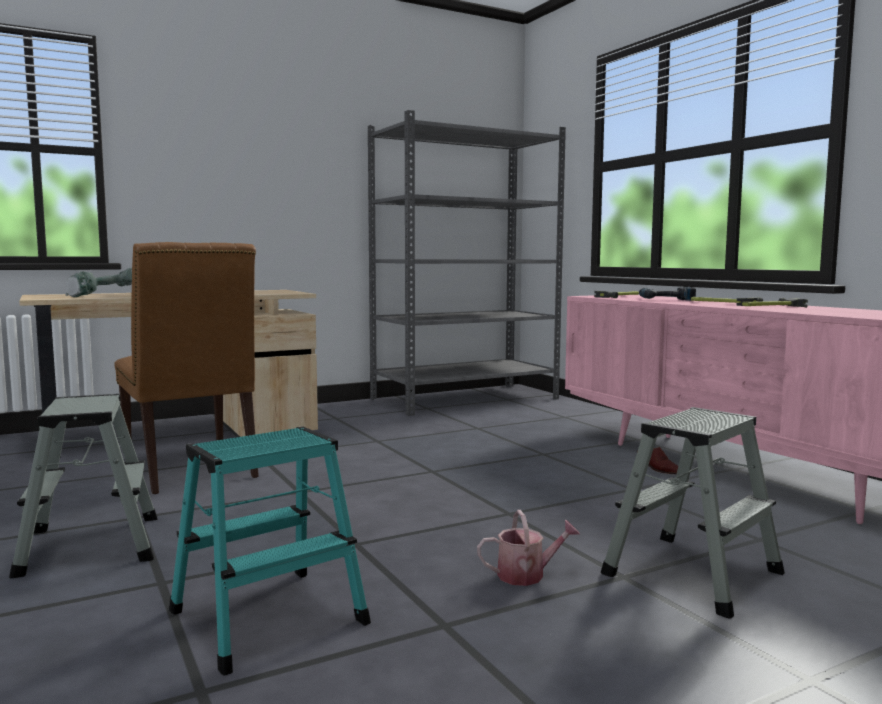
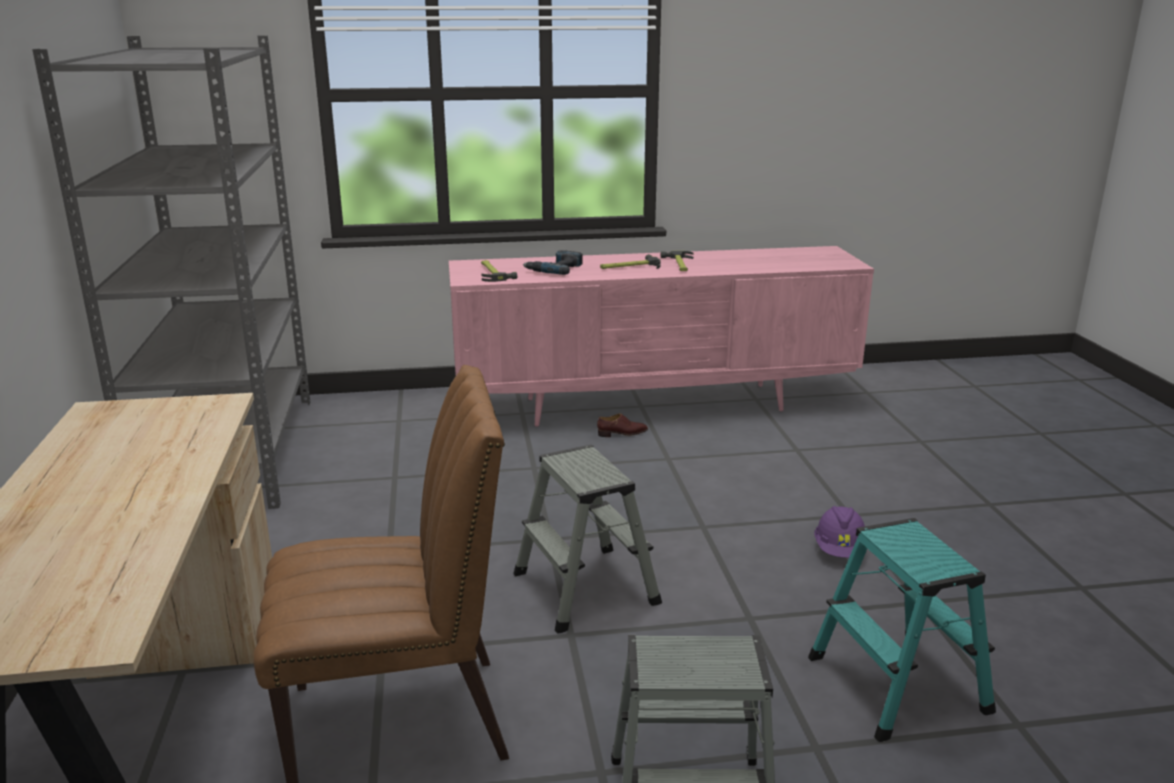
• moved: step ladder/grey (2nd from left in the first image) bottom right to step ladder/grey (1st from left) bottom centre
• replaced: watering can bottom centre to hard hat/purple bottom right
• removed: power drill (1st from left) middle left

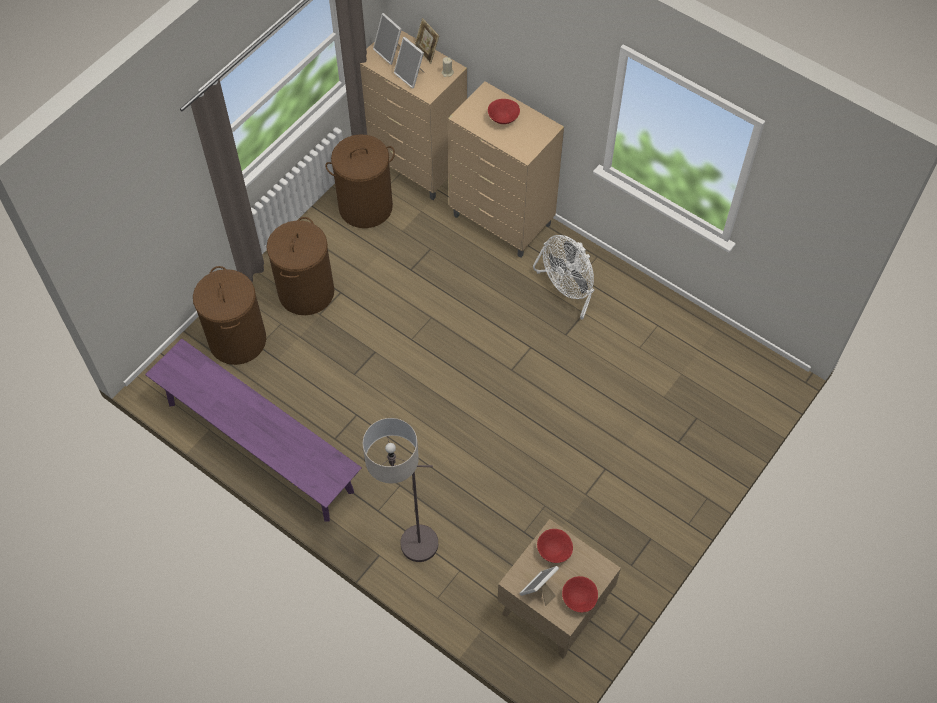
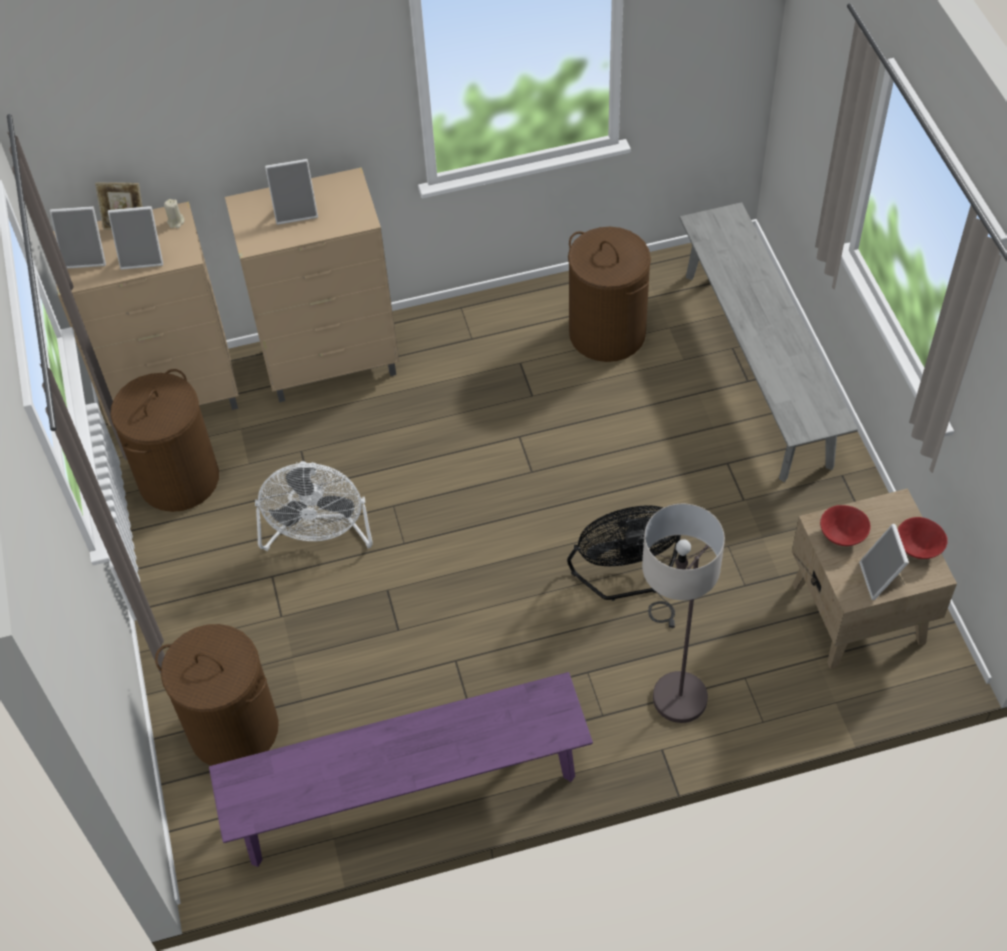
• moved: fan/white centre to middle left
• replaced: bowl/red (1st from left) top centre to picture frame (4th from left) top left
• added: fan/black centre
• moved: laundry basket/brown (2nd from left in the first image) middle left to laundry basket/brown (3rd from left) top centre
• added: bench/grey middle right

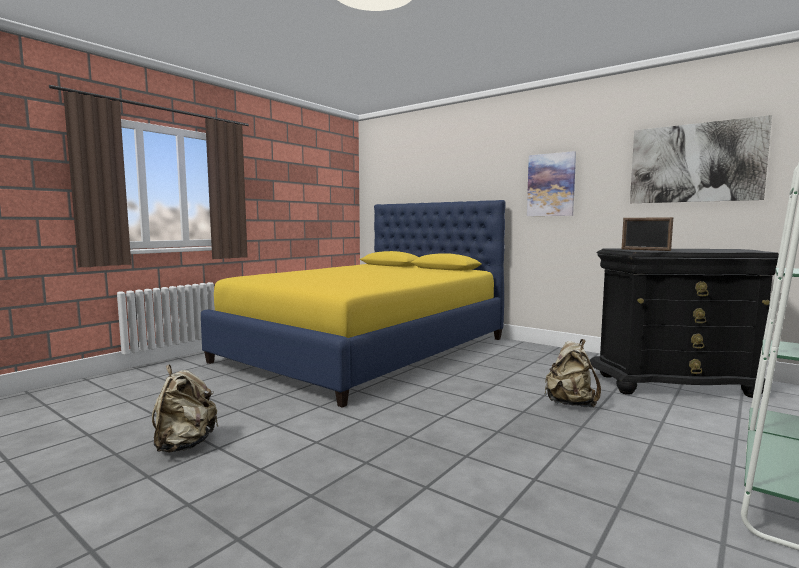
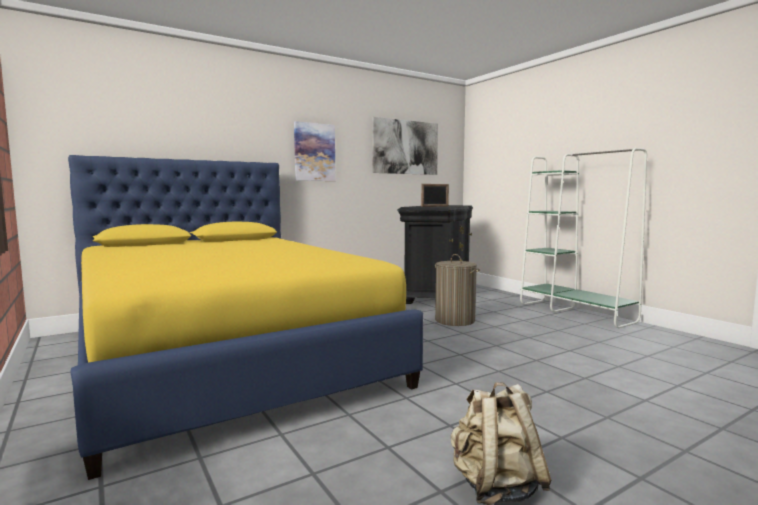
• replaced: backpack/beige (2nd from left) middle right to laundry basket centre

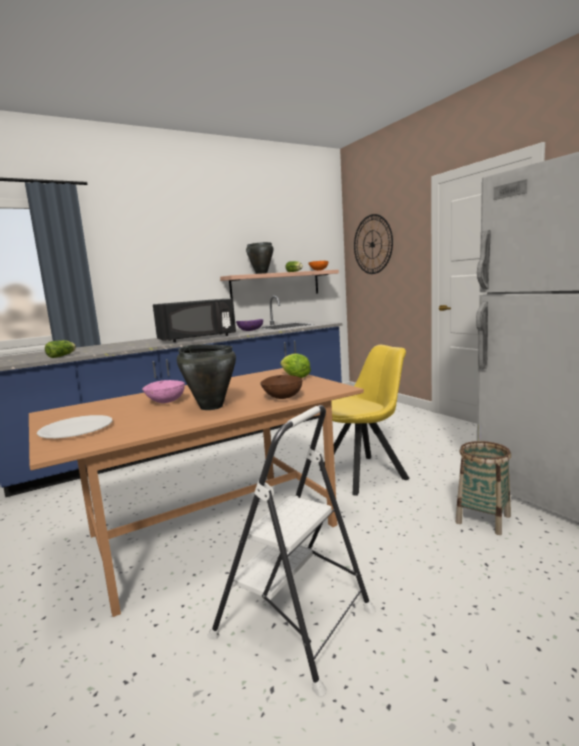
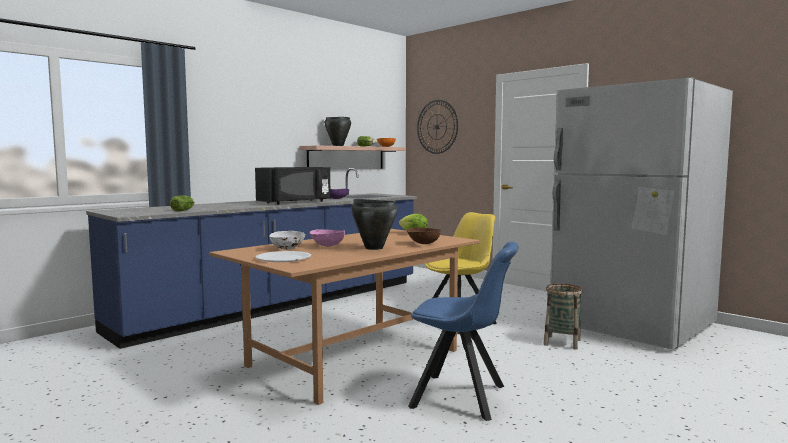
• added: bowl/white centre
• replaced: step ladder/white bottom centre to chair/blue bottom centre

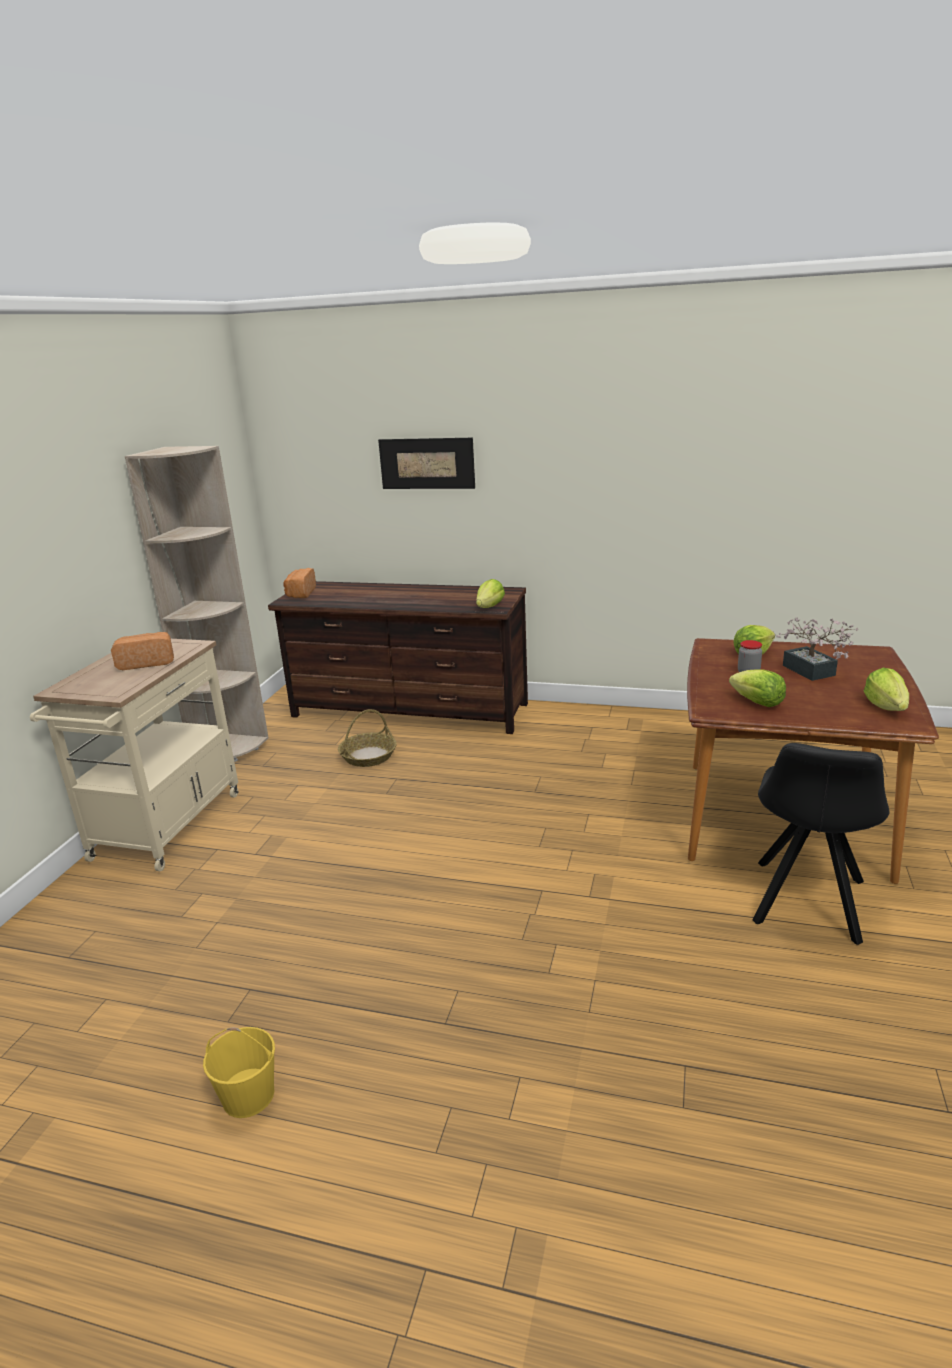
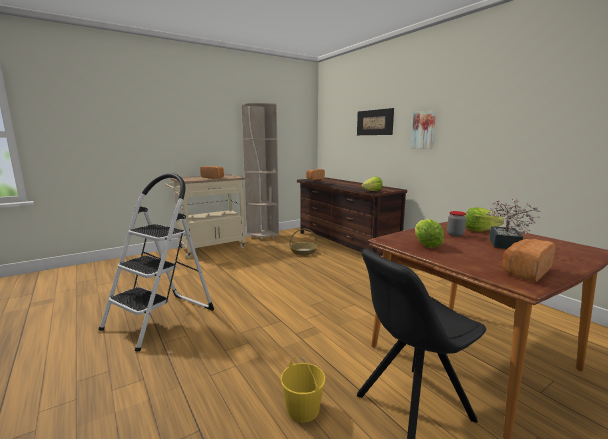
• added: step ladder middle left
• moved: bucket/yellow bottom left to bottom centre
• added: picture (2nd from left) top right
• replaced: lettuce (4th from left) middle right to bread (3rd from left) middle right

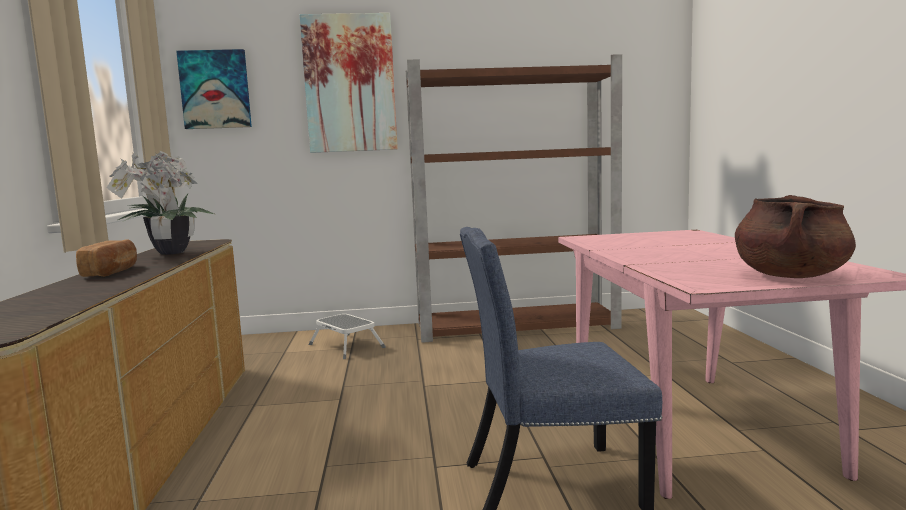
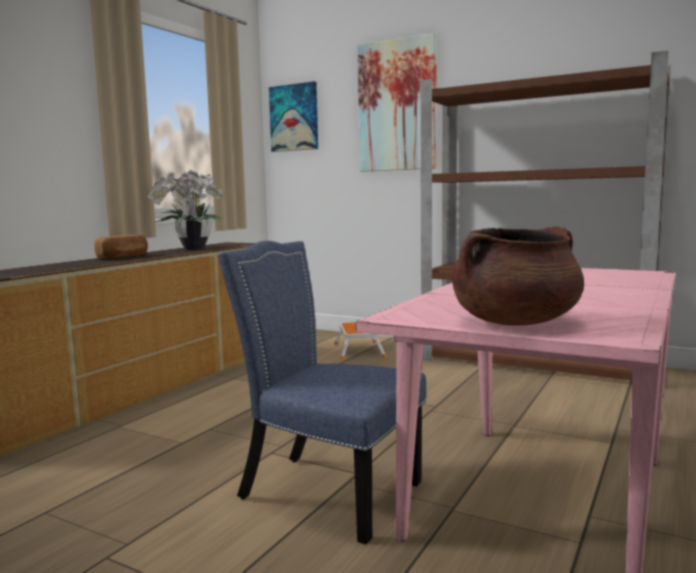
• recoloured: step ladder/grey centre to step ladder/orange centre

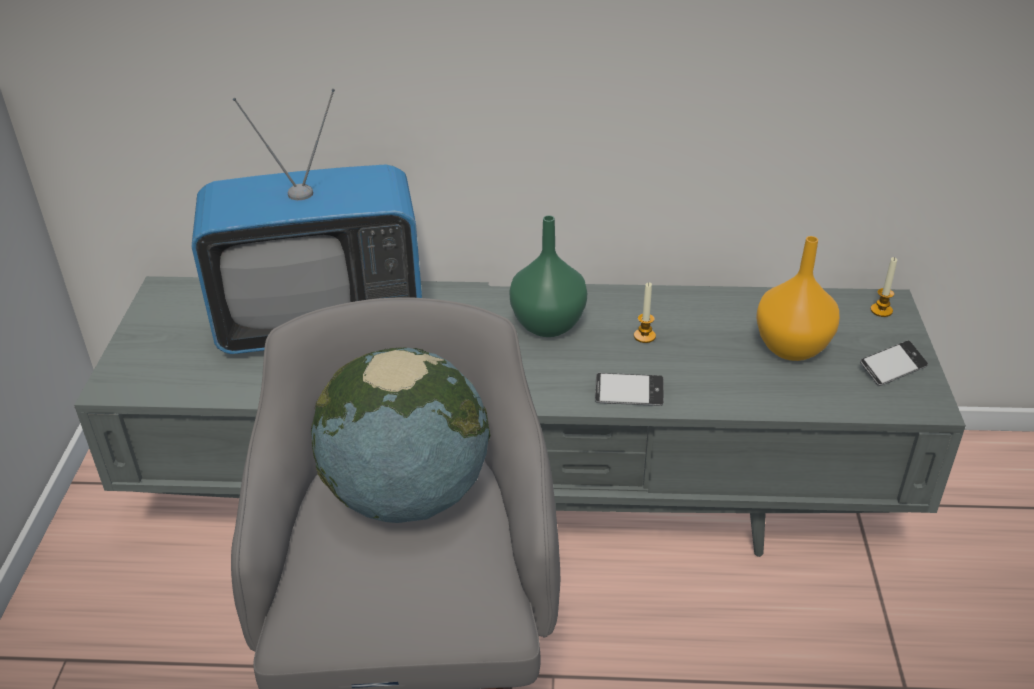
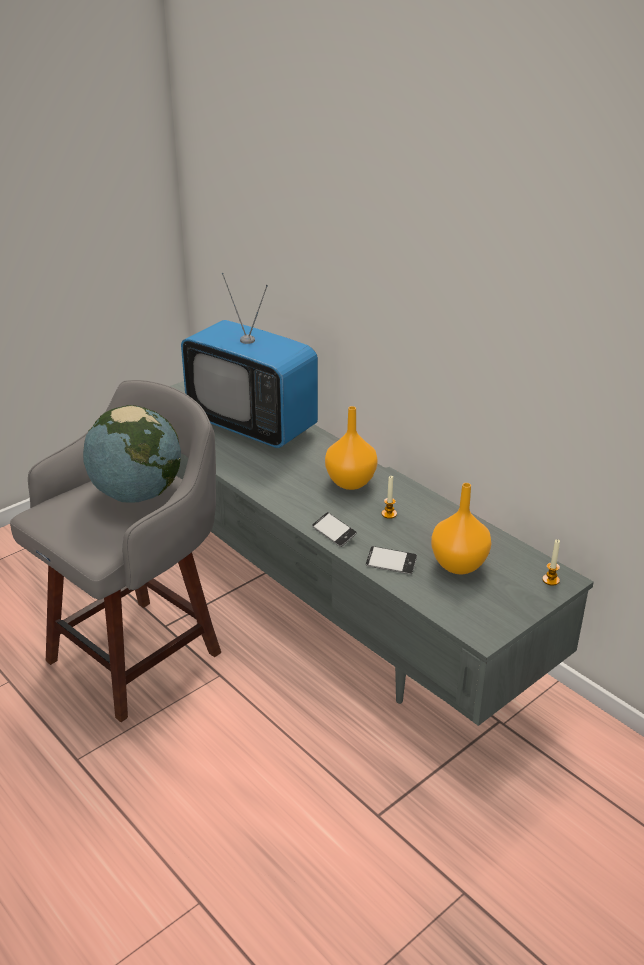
• recoloured: vase/green centre to vase/orange (1st from left) centre
• moved: phone (2nd from left) middle right to centre

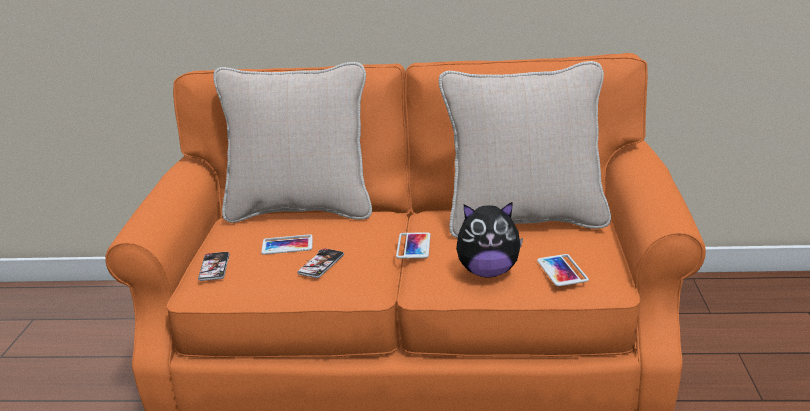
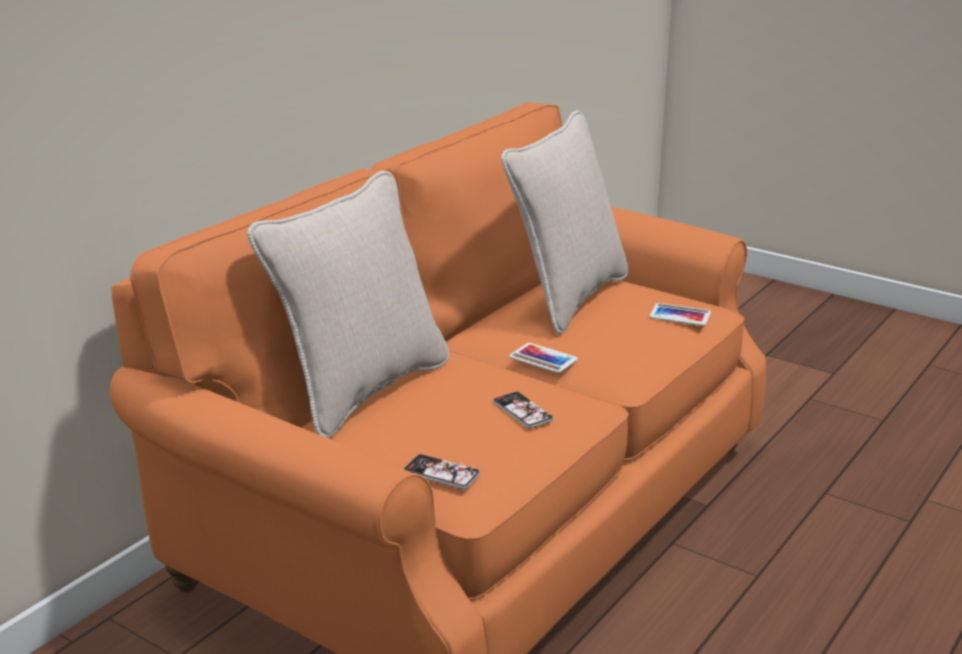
• removed: phone (2nd from left) centre
• removed: plush toy centre

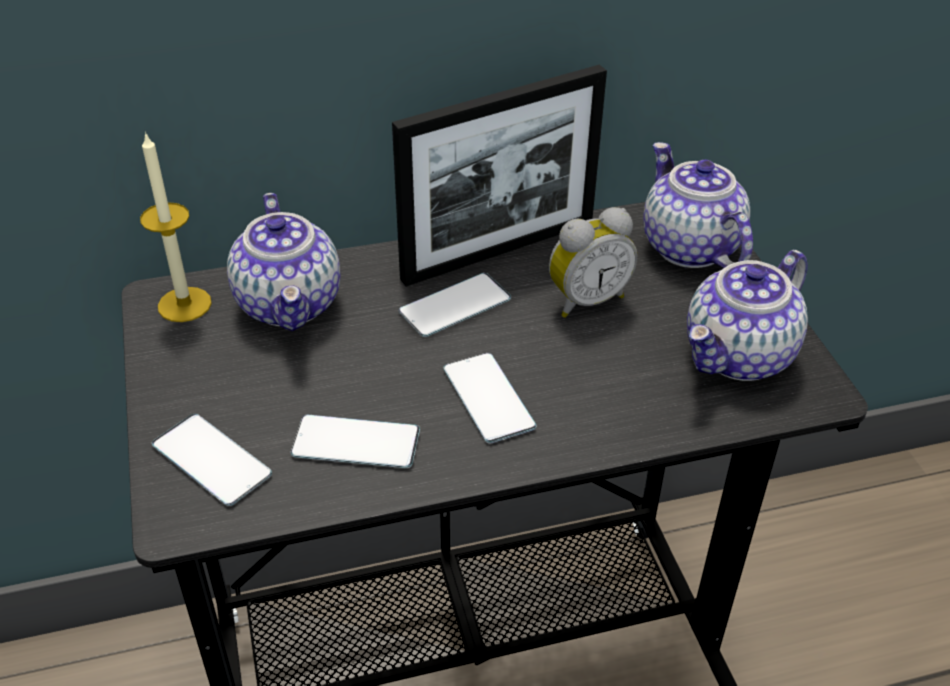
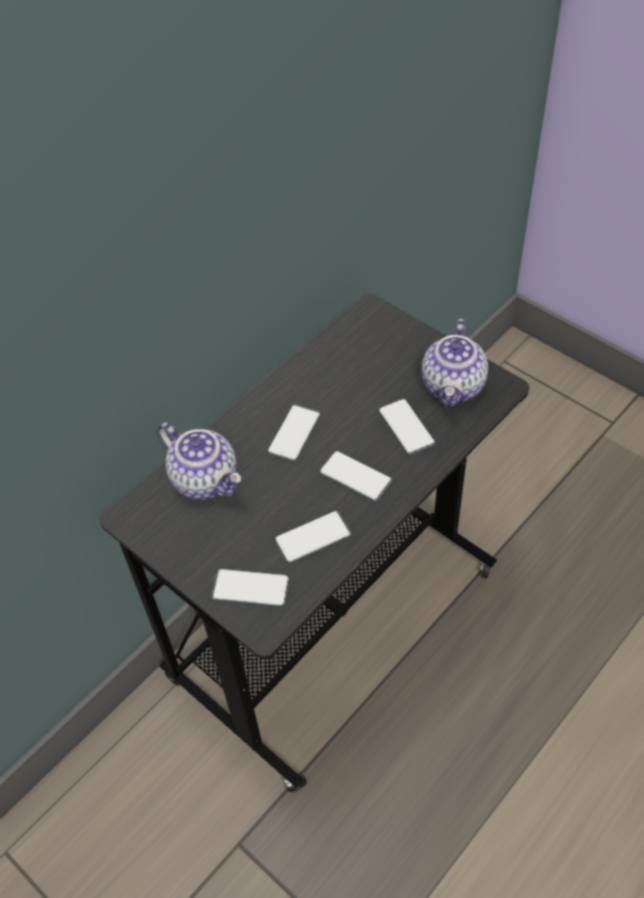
• added: phone (5th from left) centre
• removed: candle top left
• removed: picture frame top centre
• removed: alarm clock centre
• removed: teapot (2nd from left) top right

